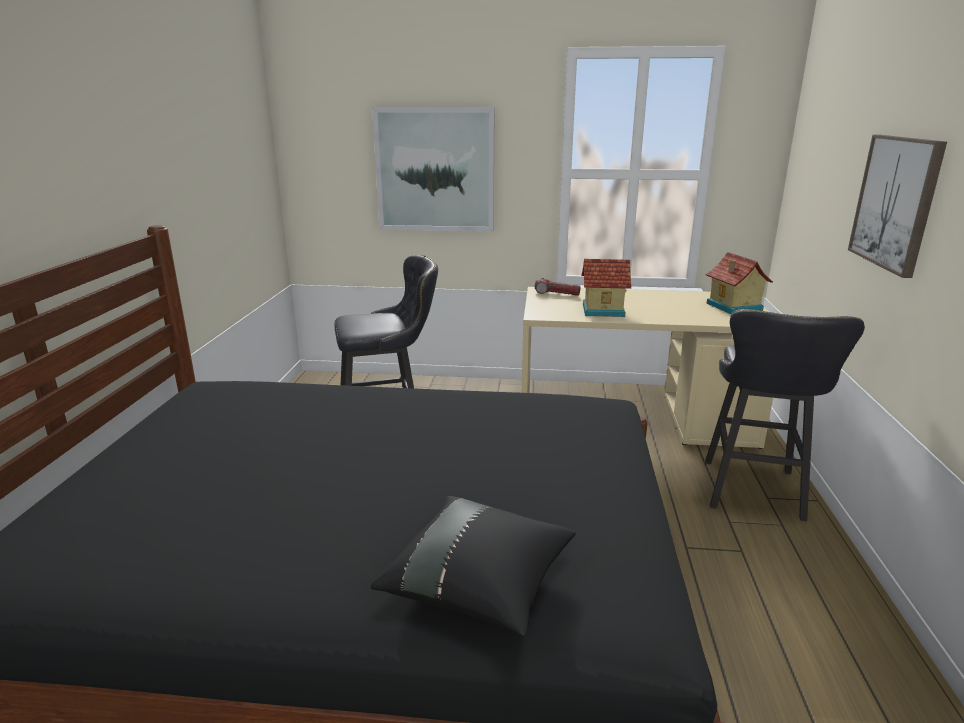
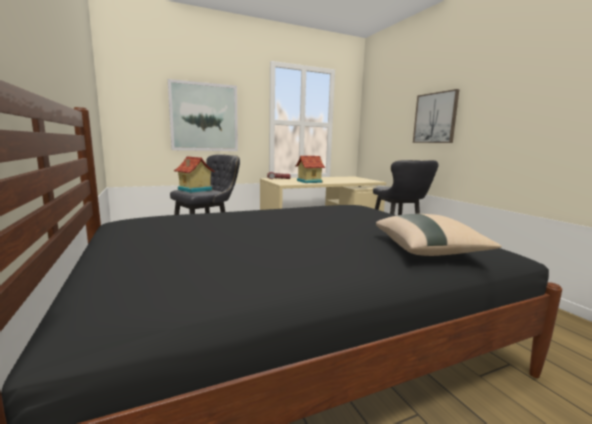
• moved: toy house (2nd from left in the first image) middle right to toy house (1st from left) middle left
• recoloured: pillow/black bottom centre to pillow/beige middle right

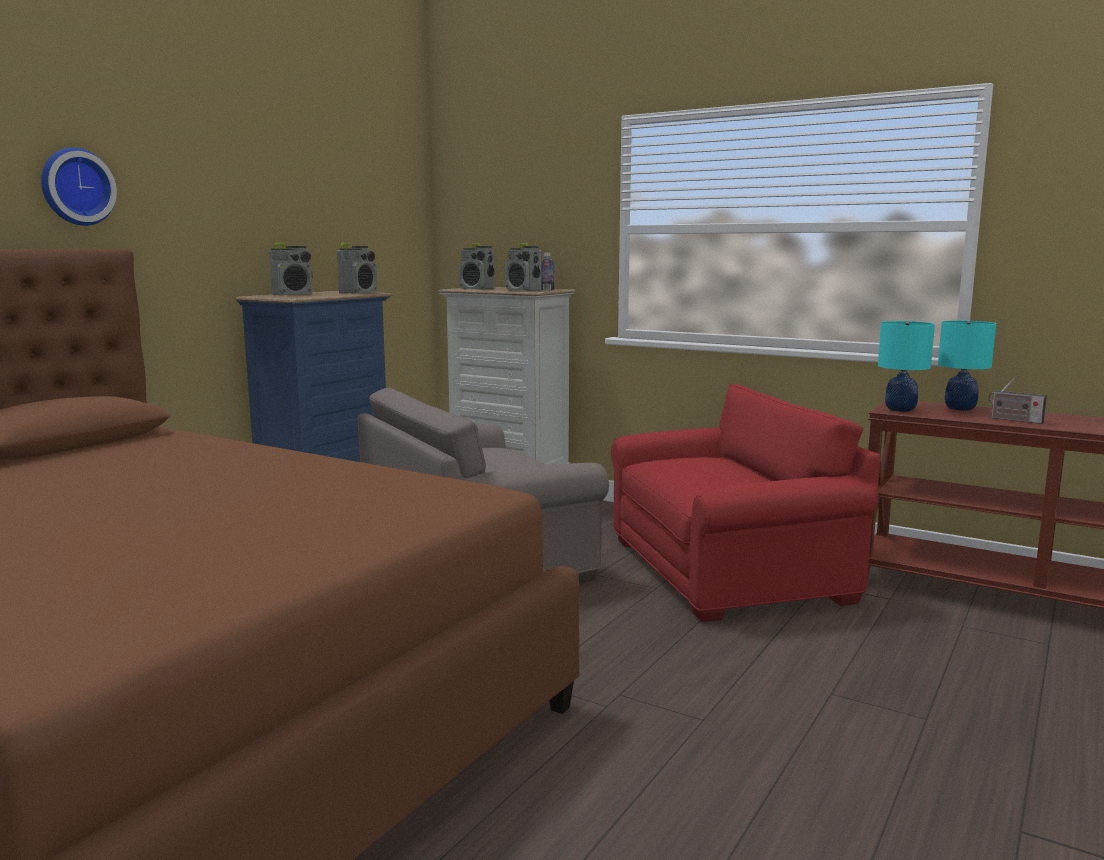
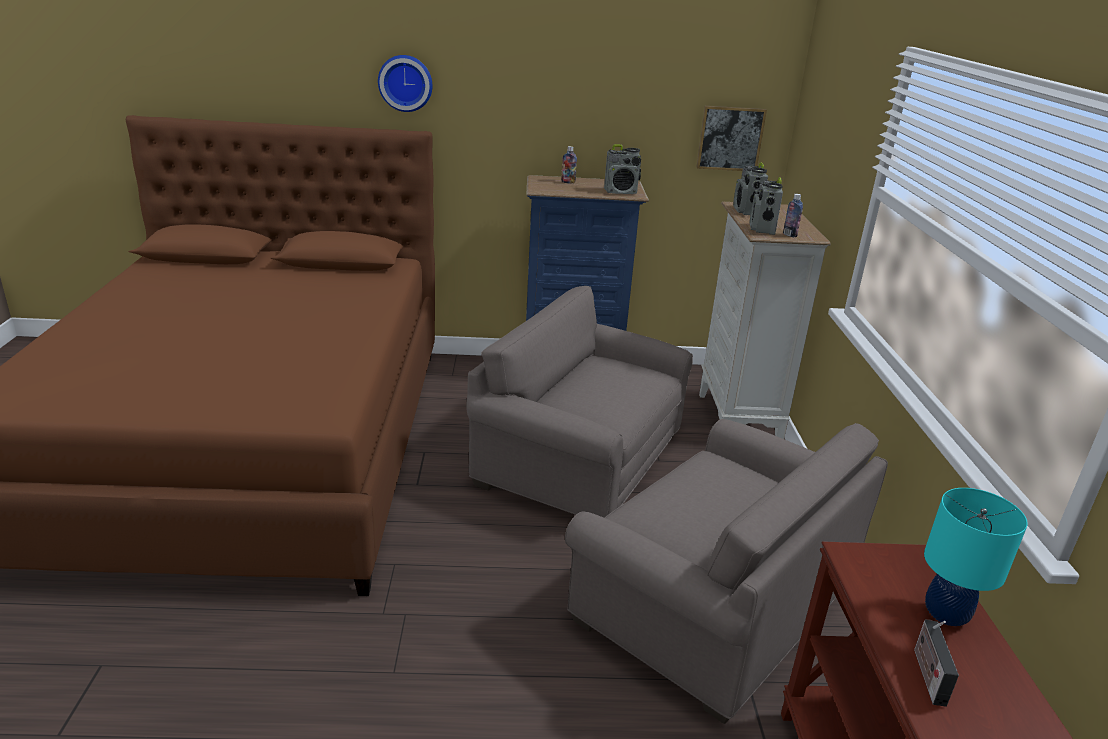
• replaced: radio (1st from left) top left to bottle (1st from left) top centre
• recoloured: armchair/red middle right to armchair/grey (2nd from left) bottom centre
• added: picture top centre
• removed: table lamp/turquoise (1st from left) middle right

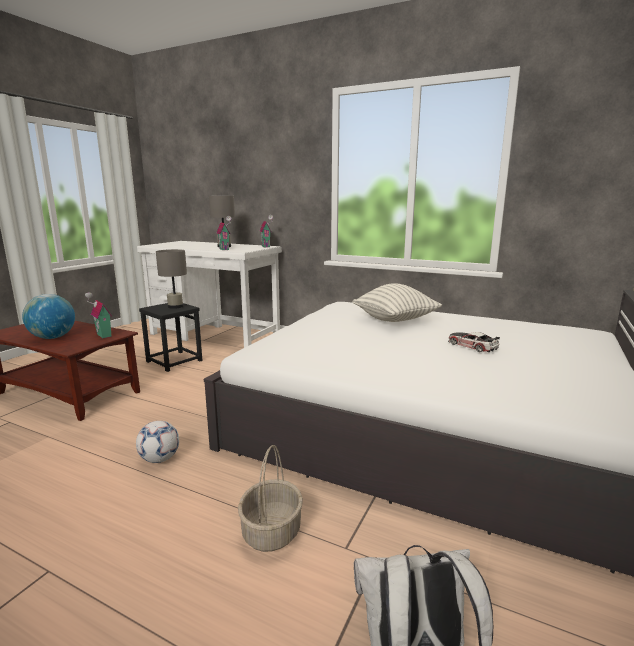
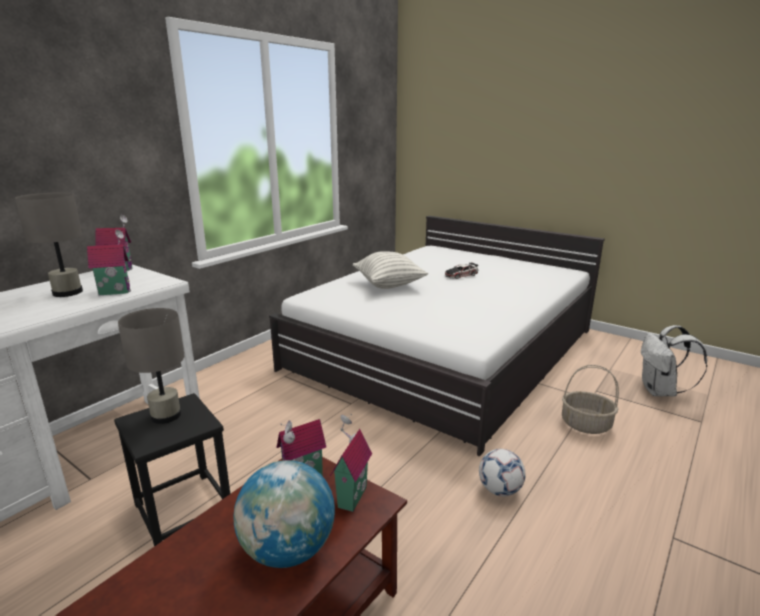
• added: toy house (4th from left) bottom centre

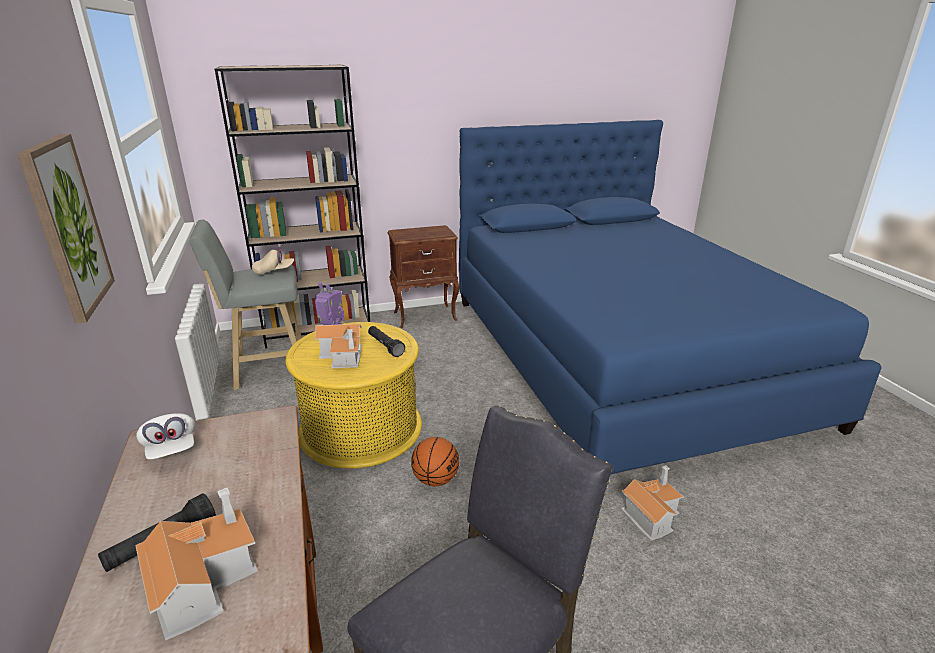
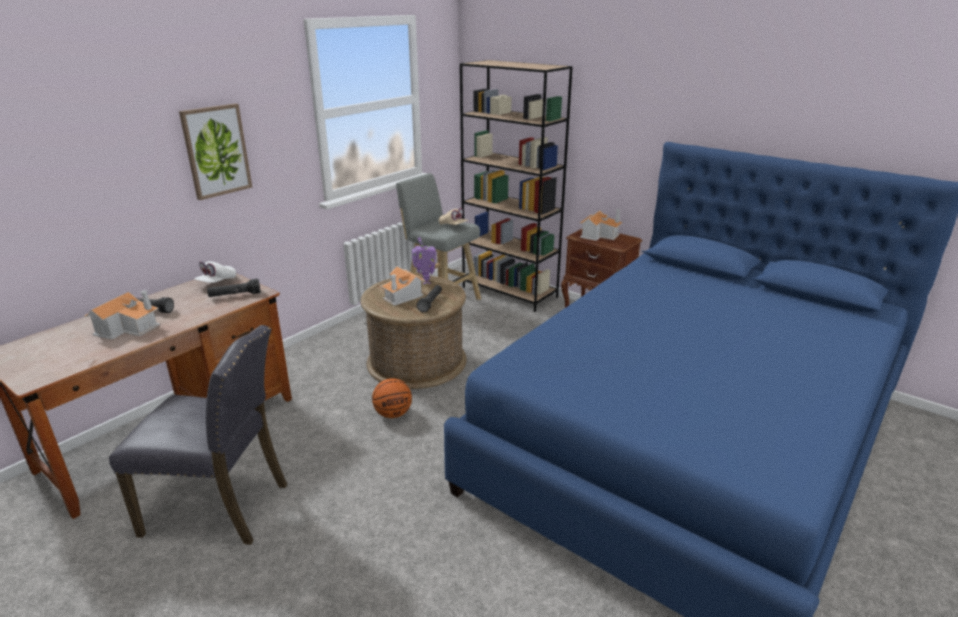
• added: flashlight/black (2nd from left) middle left
• recoloured: coffee table/yellow centre to coffee table/brown centre
• moved: toy house (3rd from left) bottom right to centre

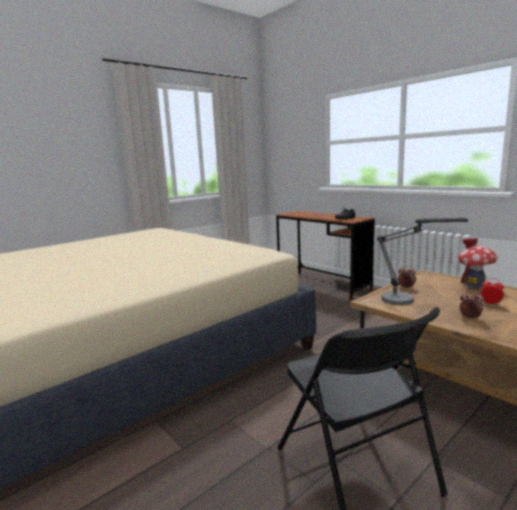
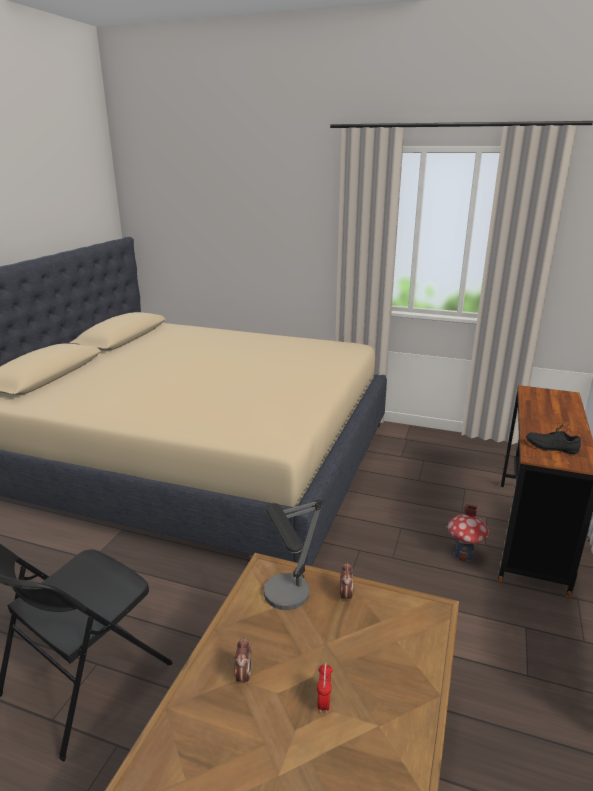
• moved: toy house middle right to bottom right

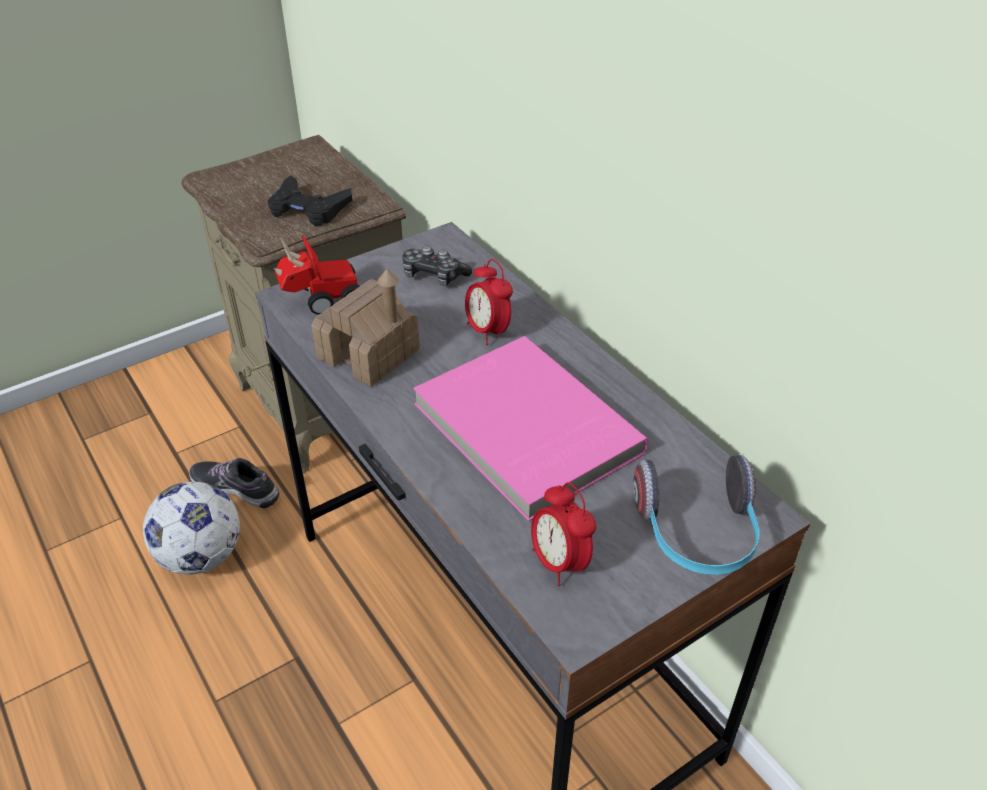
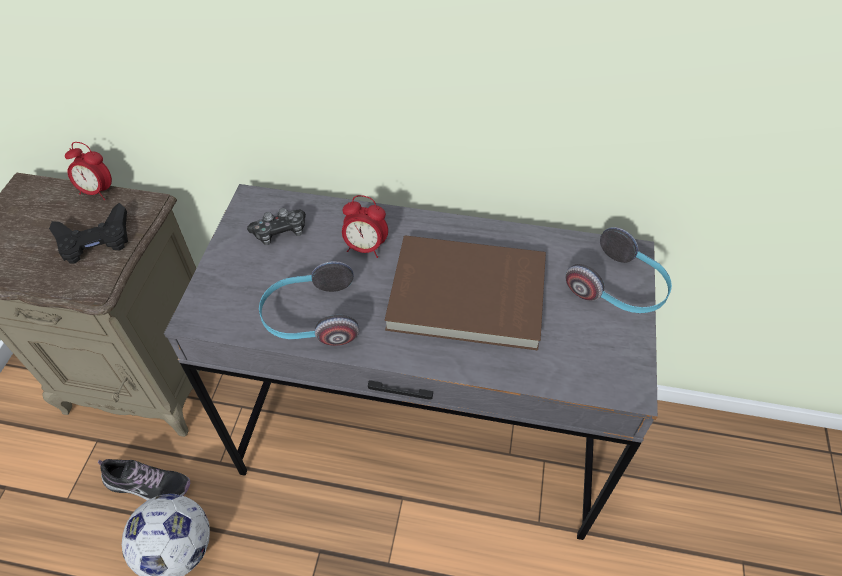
• moved: alarm clock (2nd from left in the first image) bottom centre to alarm clock (1st from left) top left
• turned: shoe middle left = bottom left 150 degrees counterclockwise
• replaced: toy house centre to headphones (1st from left) centre
• recoloured: book/pink centre to book/brown centre
• removed: toy car middle left

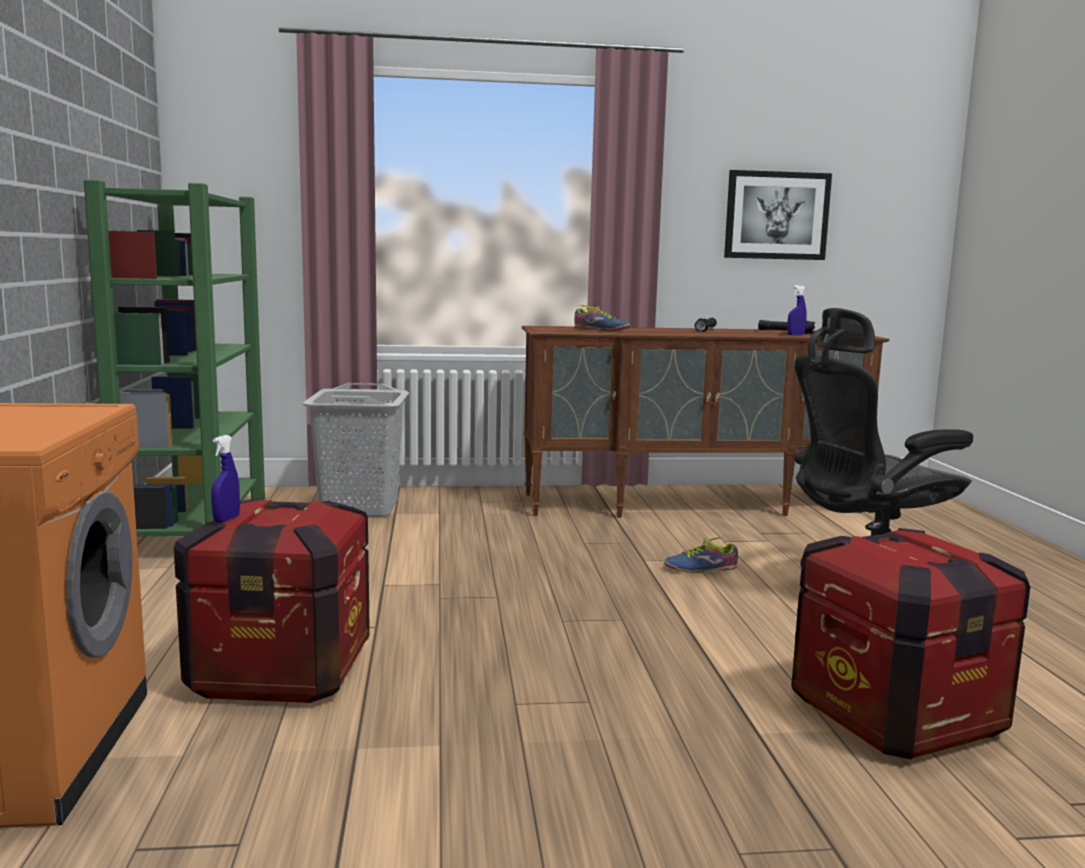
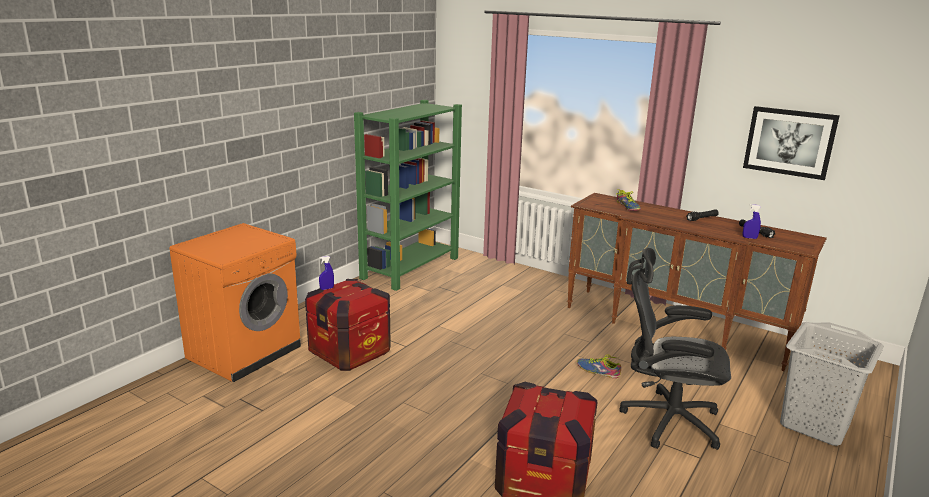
• moved: laundry basket/grey middle left to bottom right

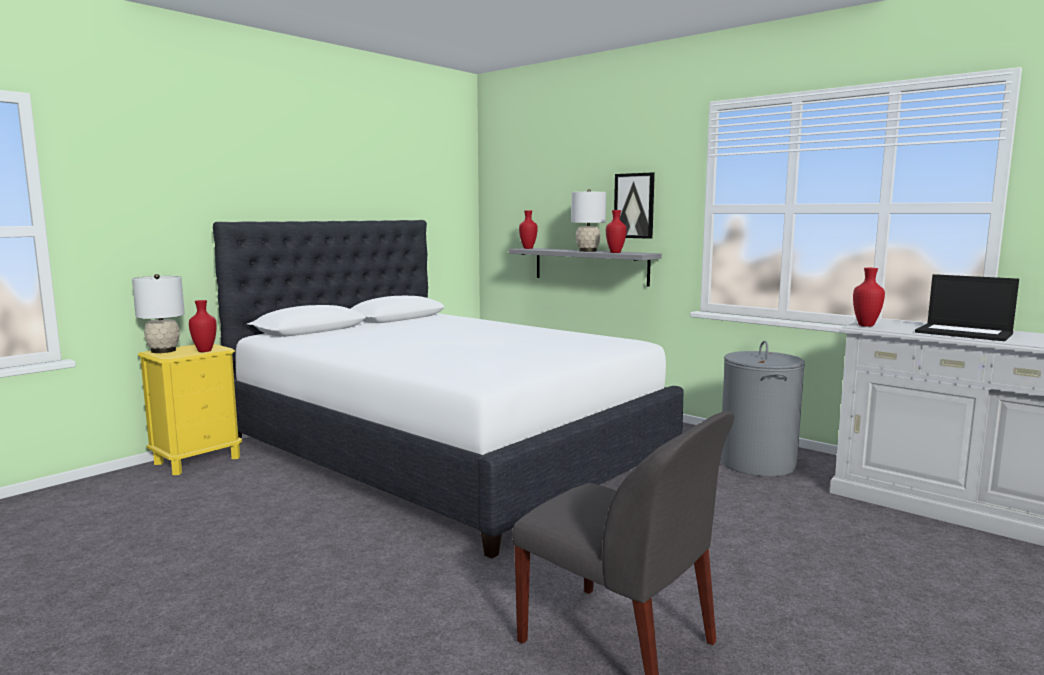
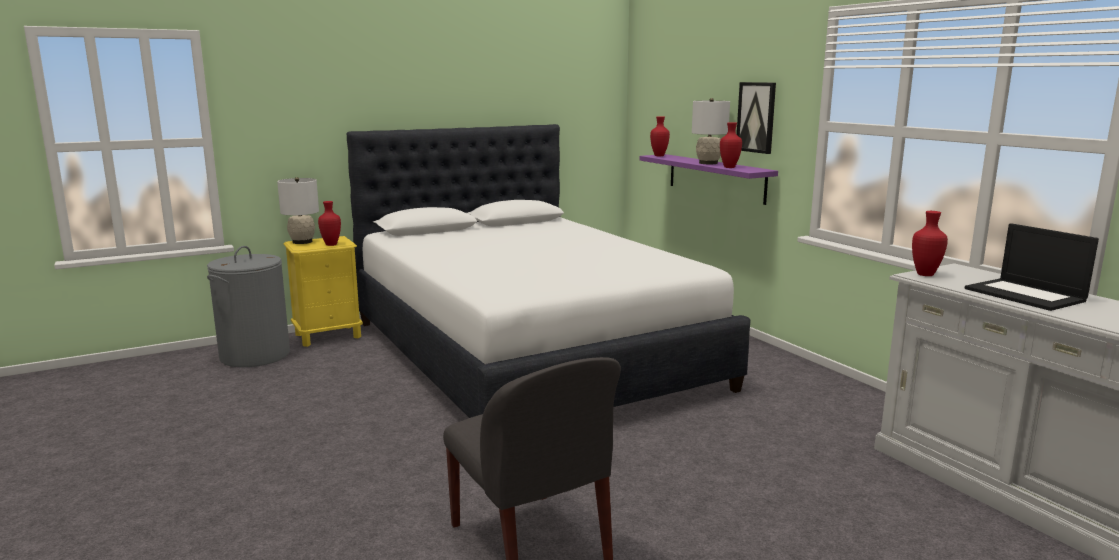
• moved: laundry basket/grey middle right to middle left
• recoloured: shelf/grey centre to shelf/purple top centre

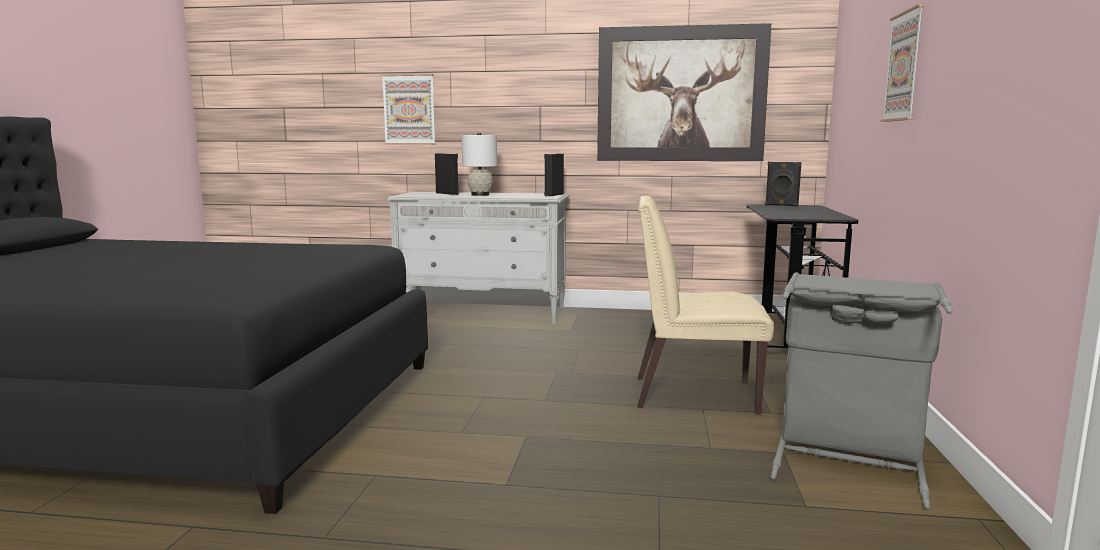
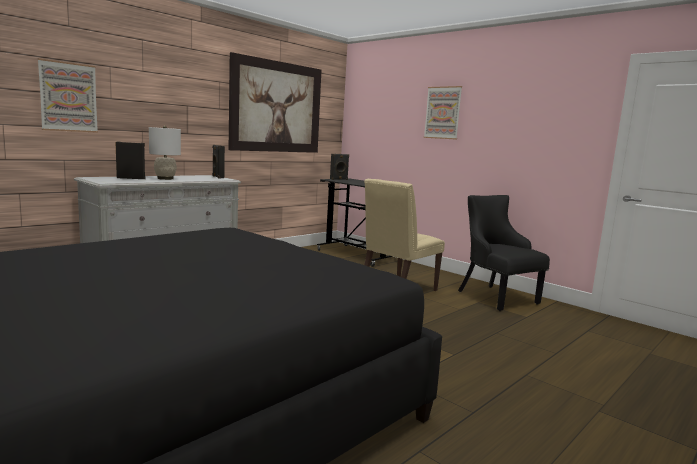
• replaced: laundry basket/grey bottom right to chair/black middle right

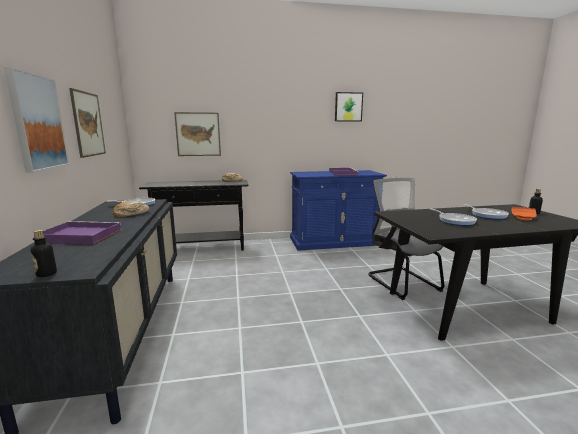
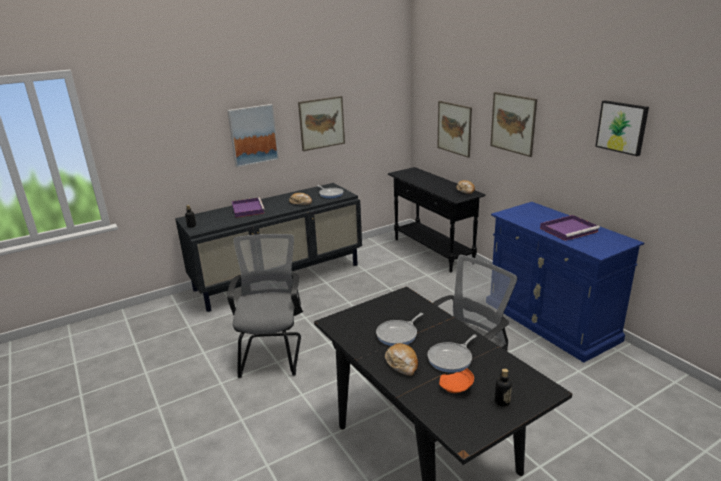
• added: chair (1st from left) centre
• added: bread (2nd from left) bottom centre
• added: picture (4th from left) top right

